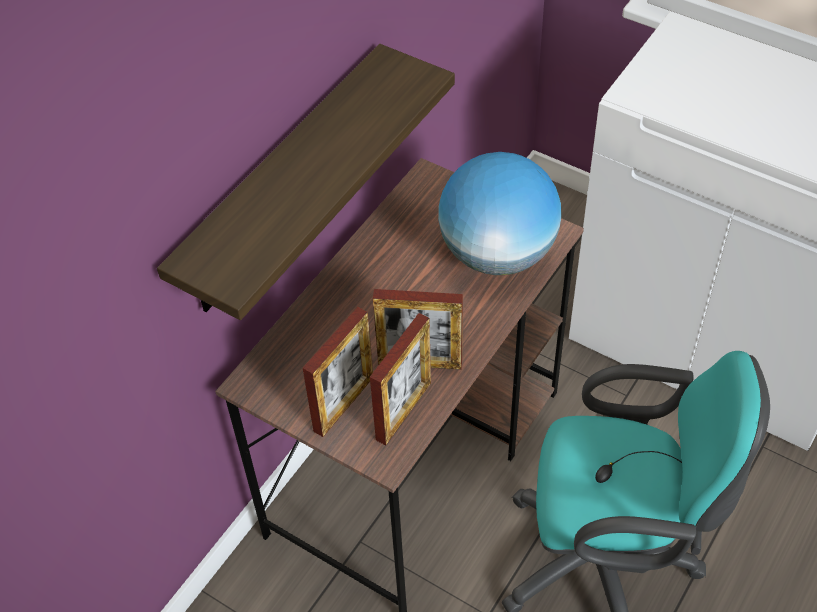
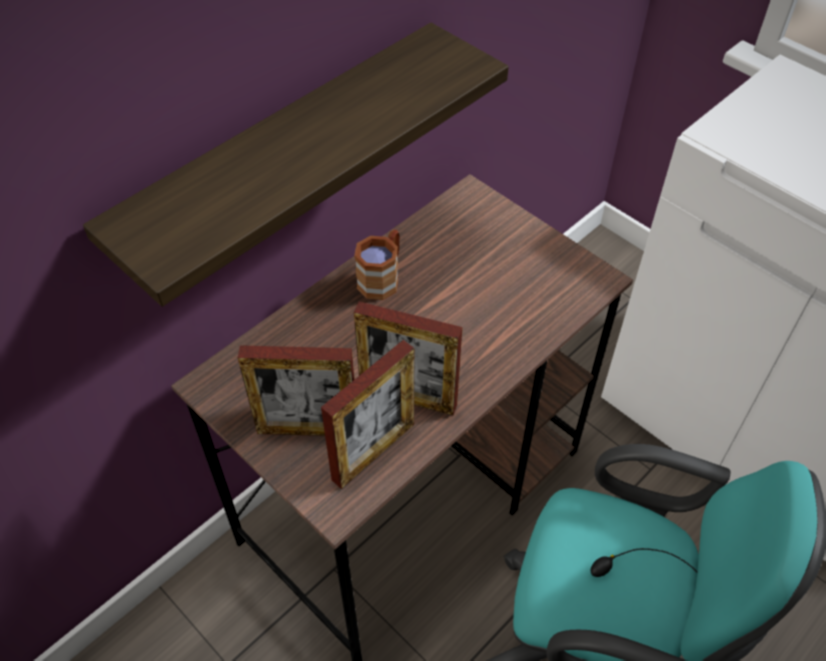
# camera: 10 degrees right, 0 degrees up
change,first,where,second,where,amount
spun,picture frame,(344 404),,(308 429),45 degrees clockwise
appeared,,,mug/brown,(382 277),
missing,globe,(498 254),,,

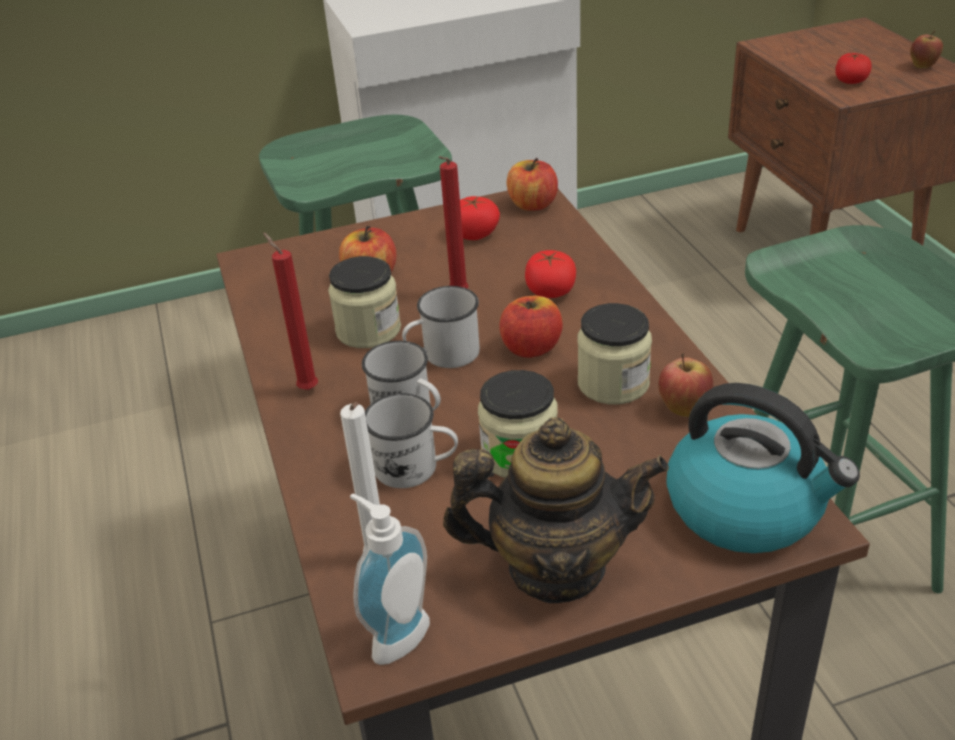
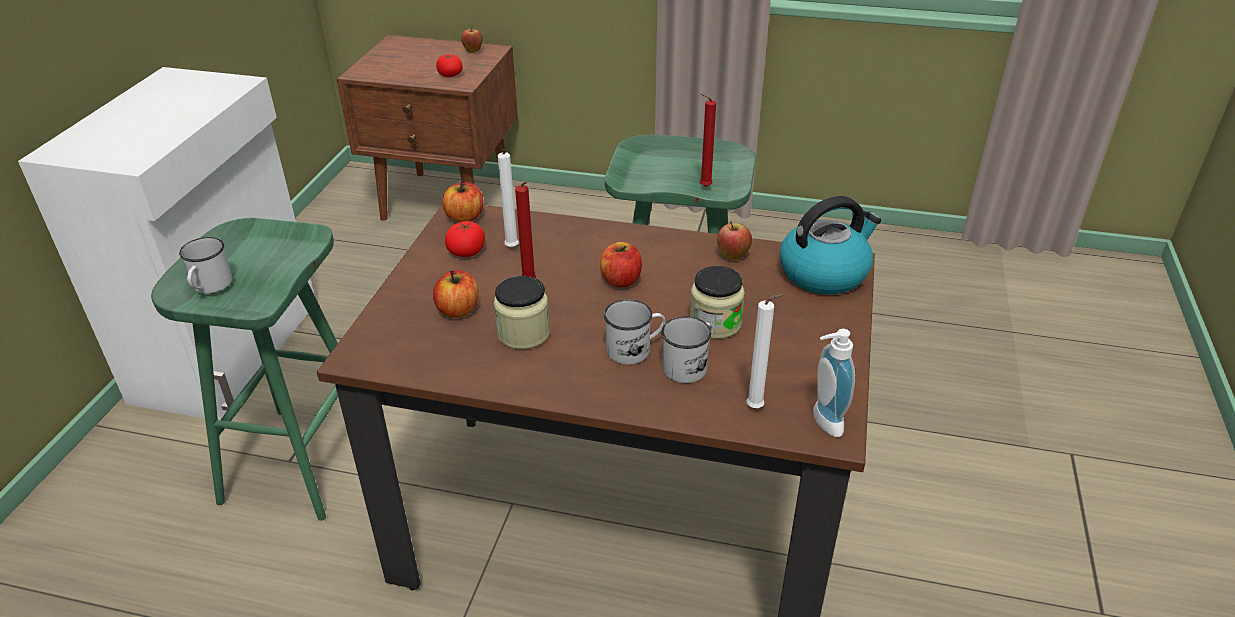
# camera: 60 degrees left, 0 degrees up
change,first,where,second,where,amount
relocated,mug/white,(443 355),,(209 287),
appeared,,,candle/white,(511 249),
relocated,candle/red,(306 388),,(703 187),
missing,teapot,(556 567),,,
missing,tomato,(550 291),,,
missing,jar,(613 383),,,

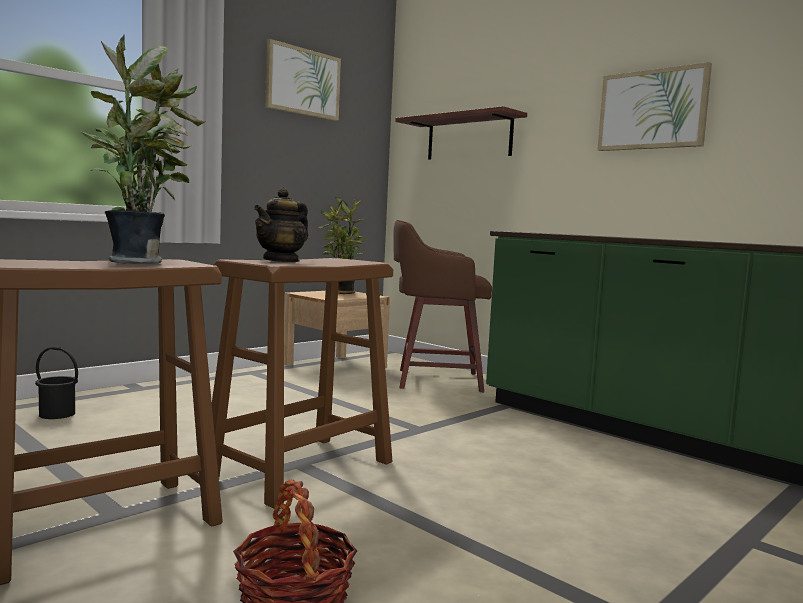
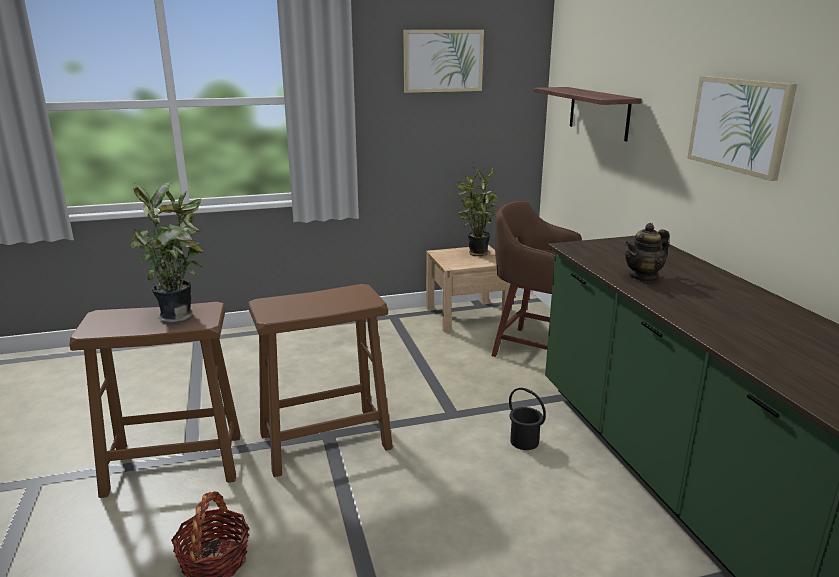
# camera: 30 degrees right, 15 degrees up
change,first,where,second,where,amount
relocated,bucket/black,(57 414),,(524 441),
relocated,teapot,(281 261),,(643 277),

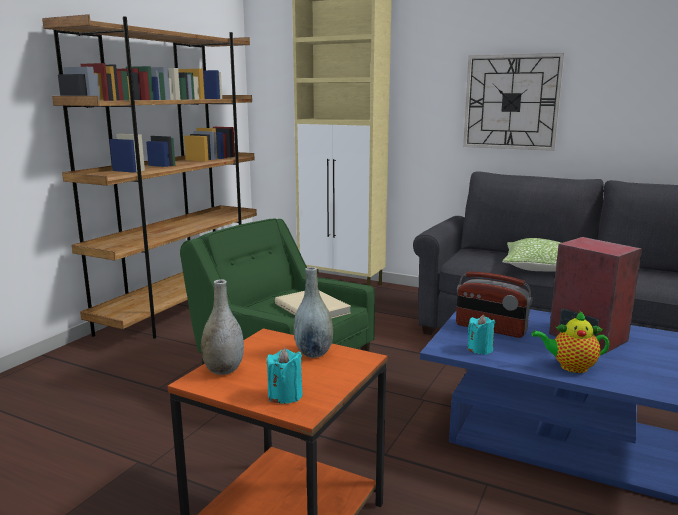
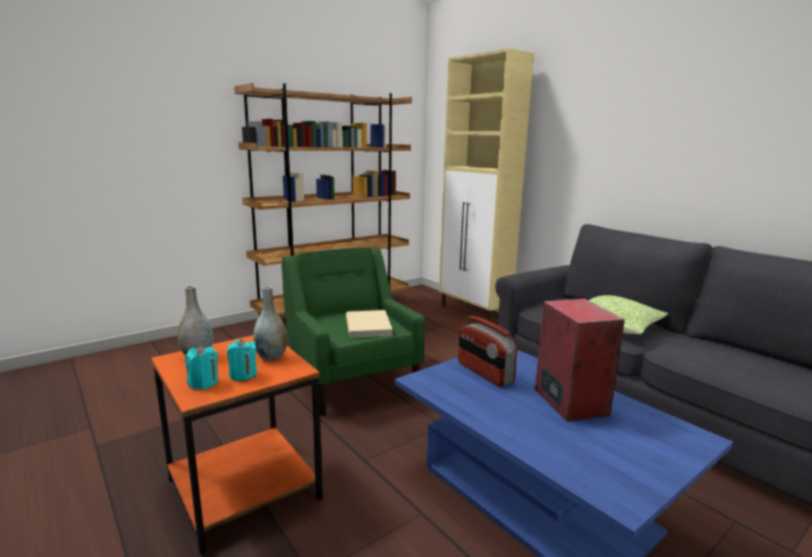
# camera: 25 degrees right, 0 degrees up
change,first,where,second,where,amount
relocated,candle/turquoise,(480 349),,(243 375),
missing,wall clock,(511 102),,,
missing,teapot,(570 367),,,

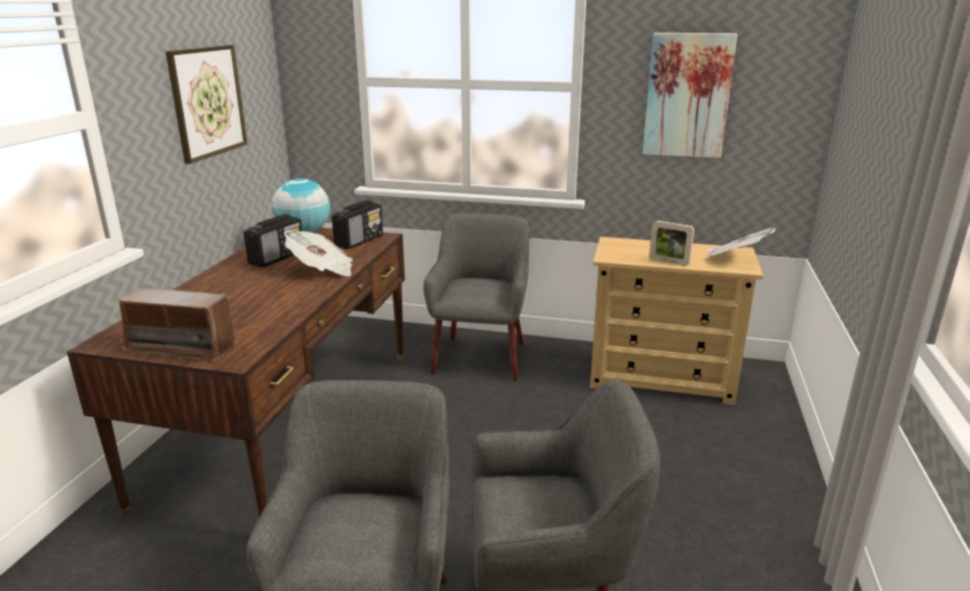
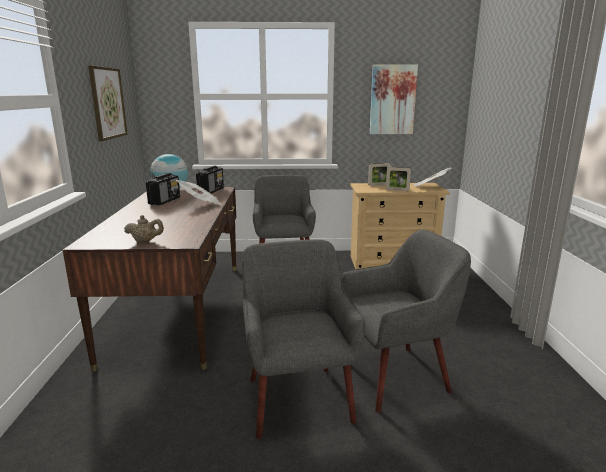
# camera: 15 degrees left, 5 degrees down
change,first,where,second,where,amount
exchanged,radio,(183 348),teapot/beige,(145 241),
appeared,,,picture frame,(378 185),

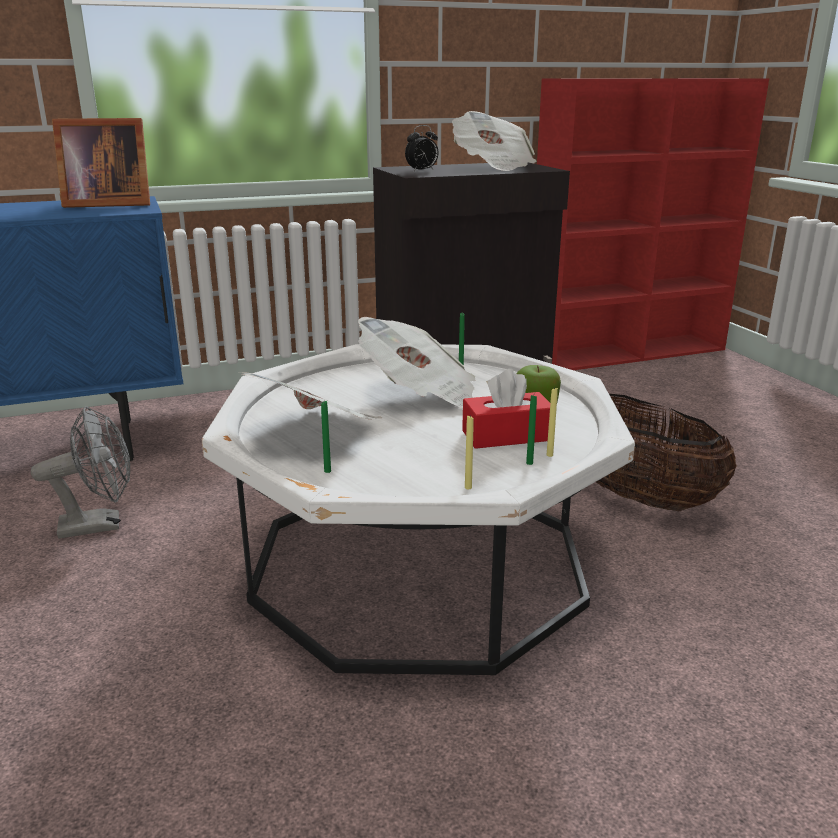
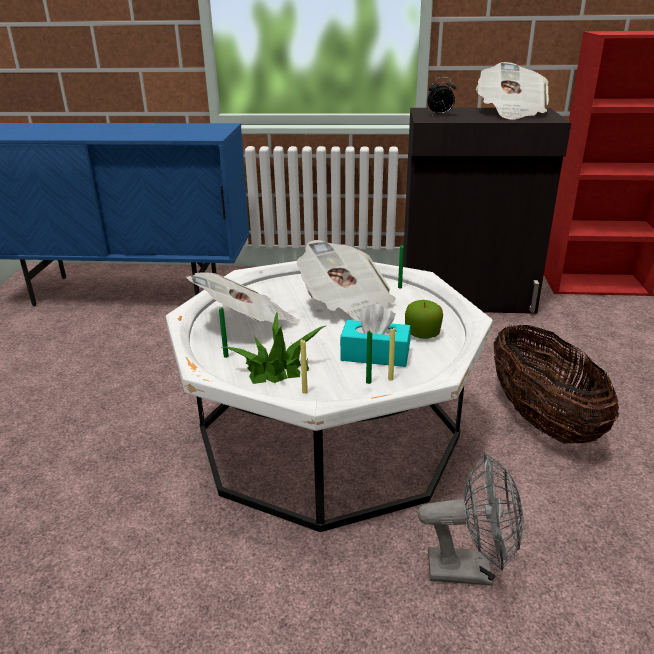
# camera: 25 degrees right, 5 degrees up
change,first,where,second,where,amount
appeared,,,potted plant,(276 368),
colour,tissue box/red,(507 435),tissue box/turquoise,(375 355),
relocated,fan/grey,(100 524),,(470 569),
missing,picture frame,(106 204),,,

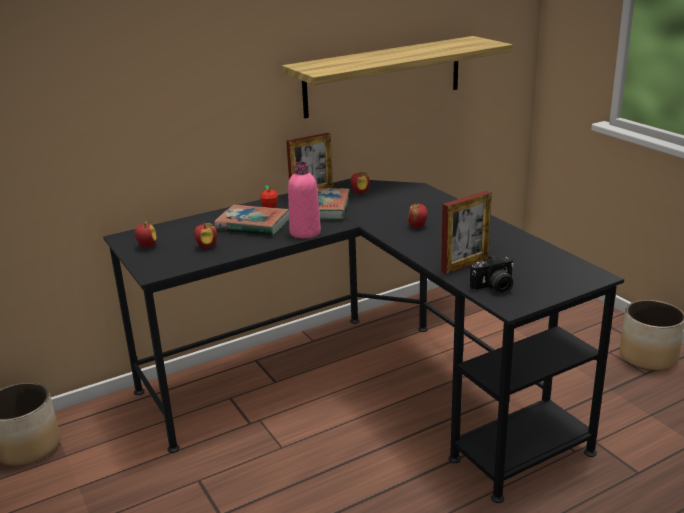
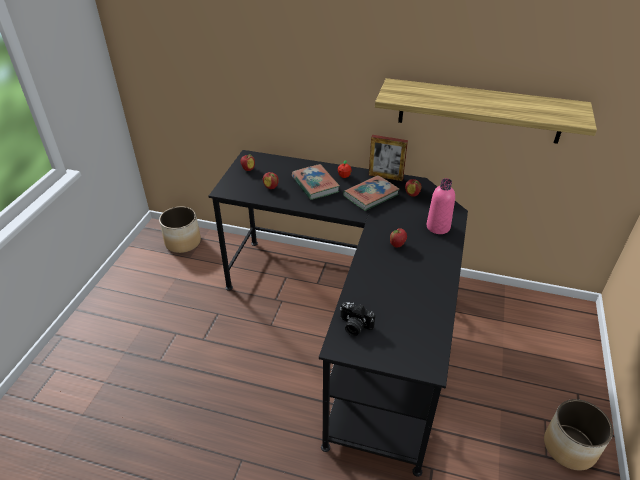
# camera: 45 degrees right, 15 degrees up
change,first,where,second,where,amount
relocated,bottle/pink,(305 232),,(438 227),
missing,picture frame,(465 264),,,

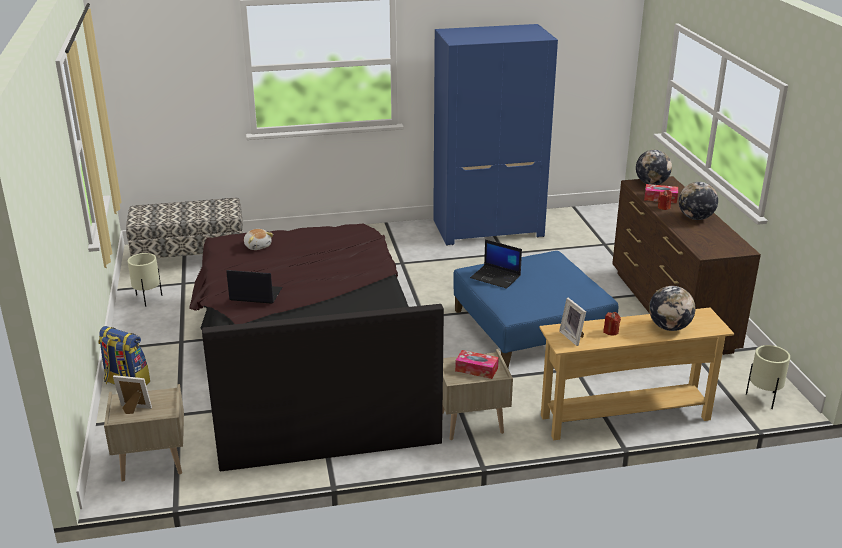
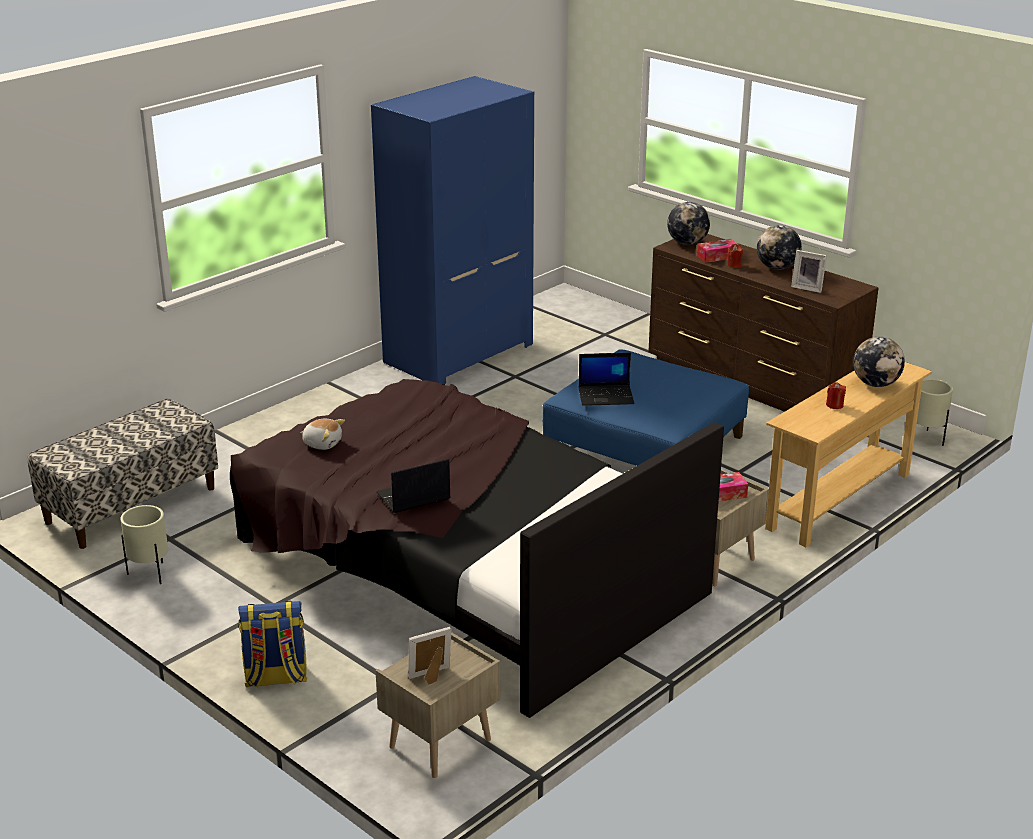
# camera: 35 degrees left, 0 degrees up
change,first,where,second,where,amount
relocated,picture frame,(573 337),,(808 287),

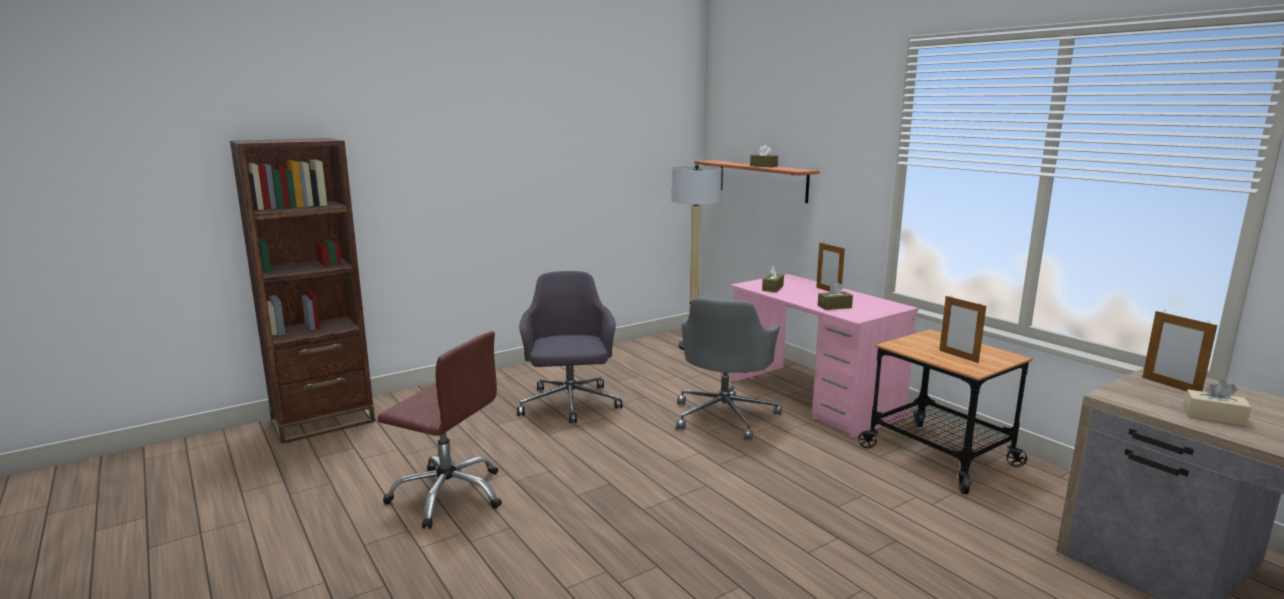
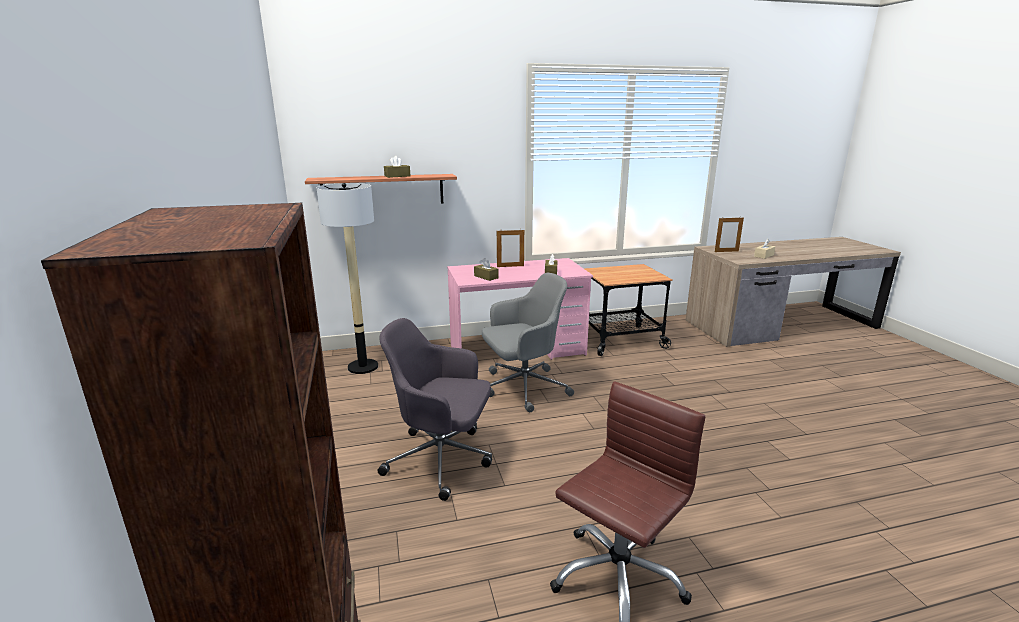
# camera: 70 degrees left, 5 degrees up
change,first,where,second,where,amount
spun,office chair/grey,(725 415),,(523 388),60 degrees counterclockwise
missing,picture frame,(958 356),,,

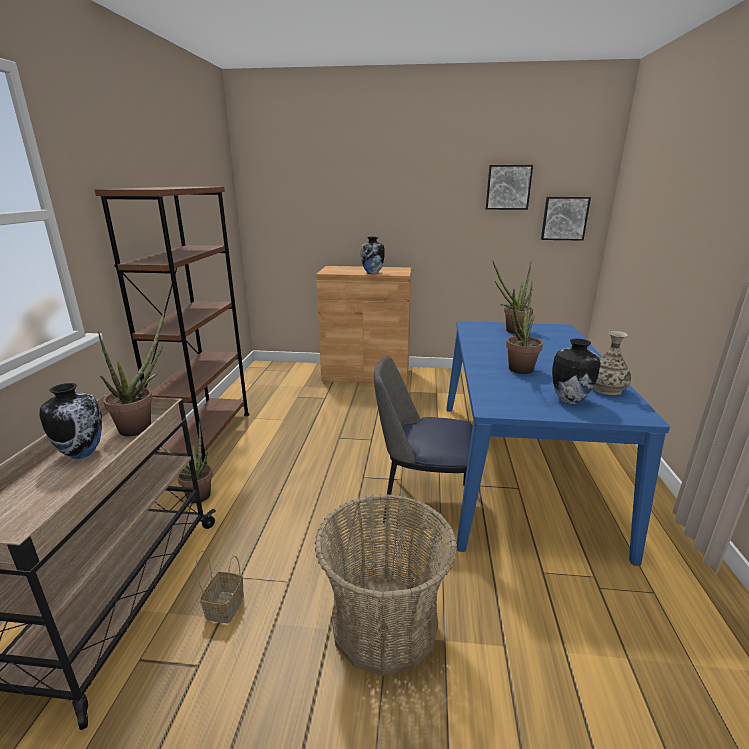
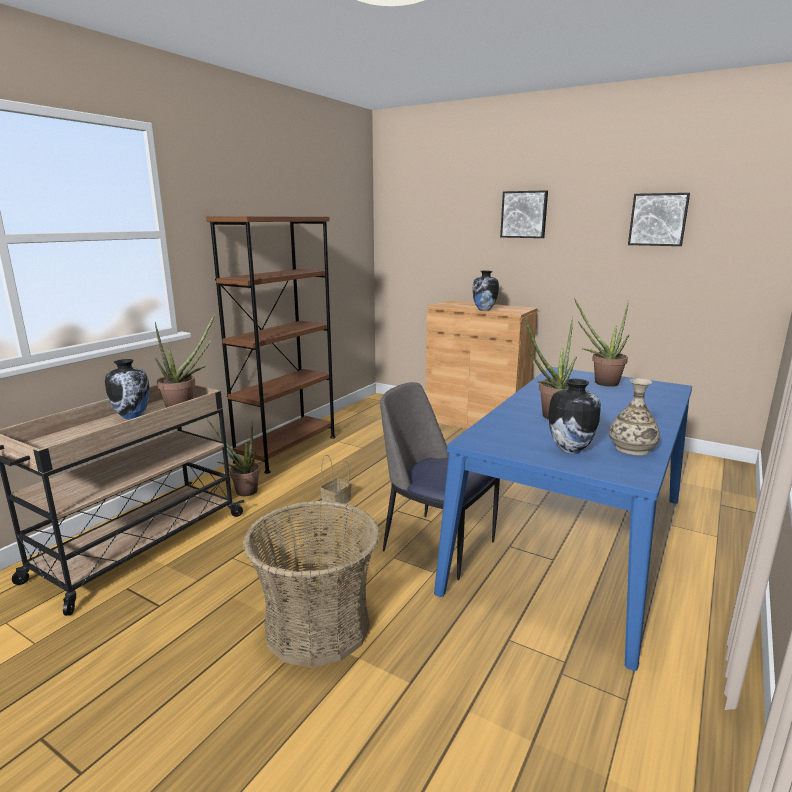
# camera: 25 degrees right, 5 degrees down
change,first,where,second,where,amount
relocated,basket,(225 605),,(336 501),
relocated,picture,(564 218),,(524 214),

